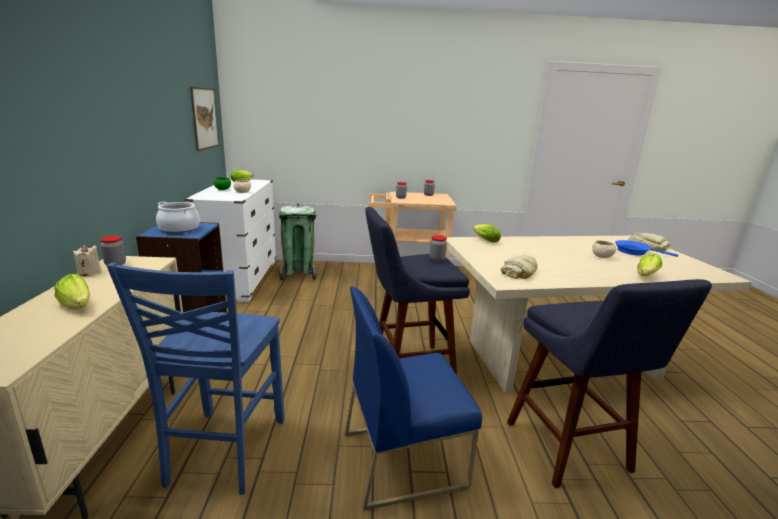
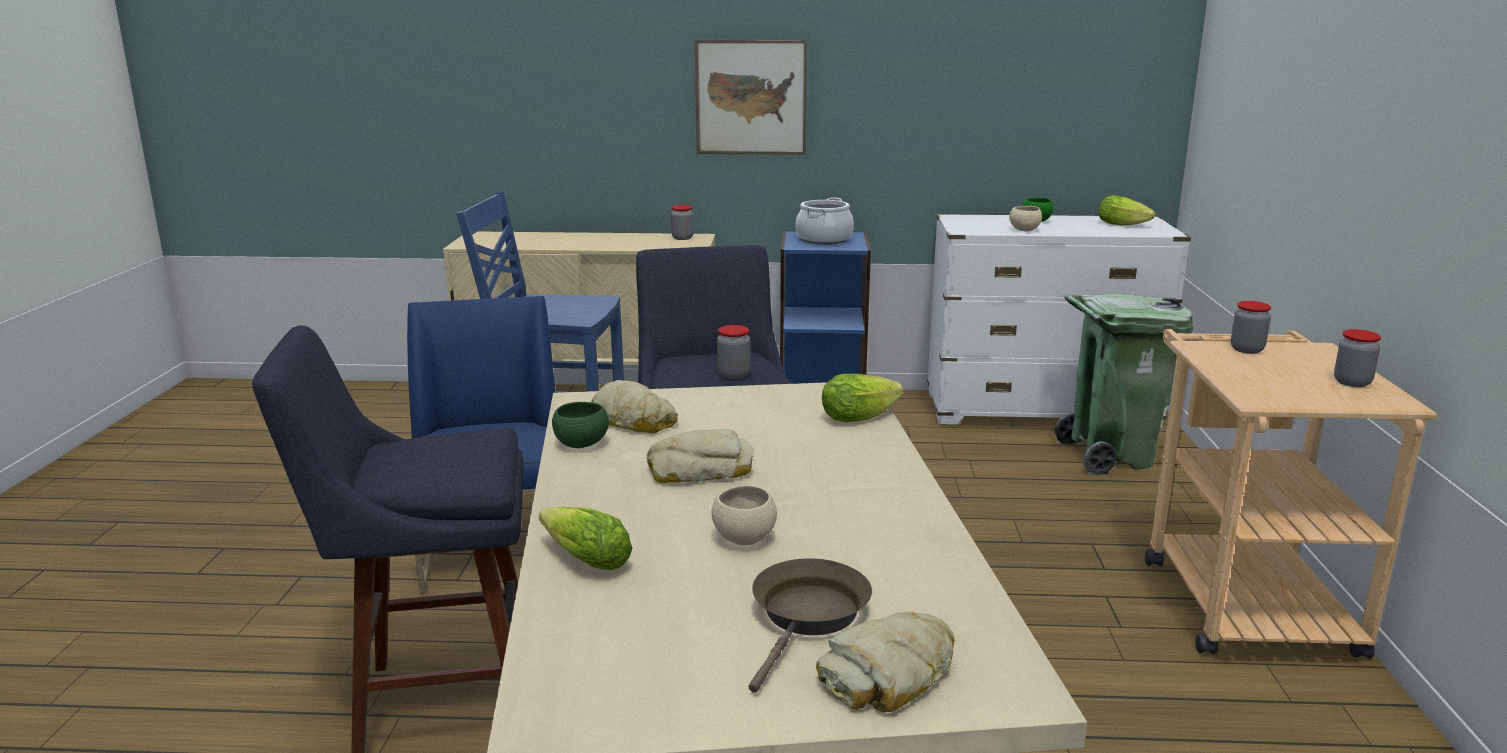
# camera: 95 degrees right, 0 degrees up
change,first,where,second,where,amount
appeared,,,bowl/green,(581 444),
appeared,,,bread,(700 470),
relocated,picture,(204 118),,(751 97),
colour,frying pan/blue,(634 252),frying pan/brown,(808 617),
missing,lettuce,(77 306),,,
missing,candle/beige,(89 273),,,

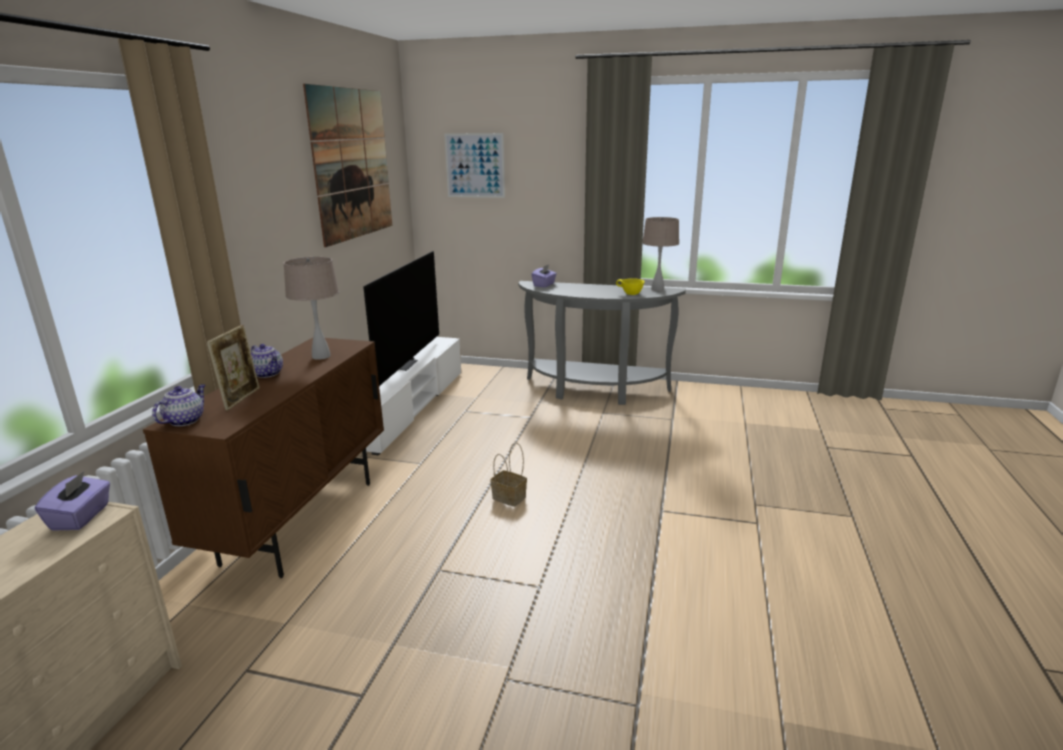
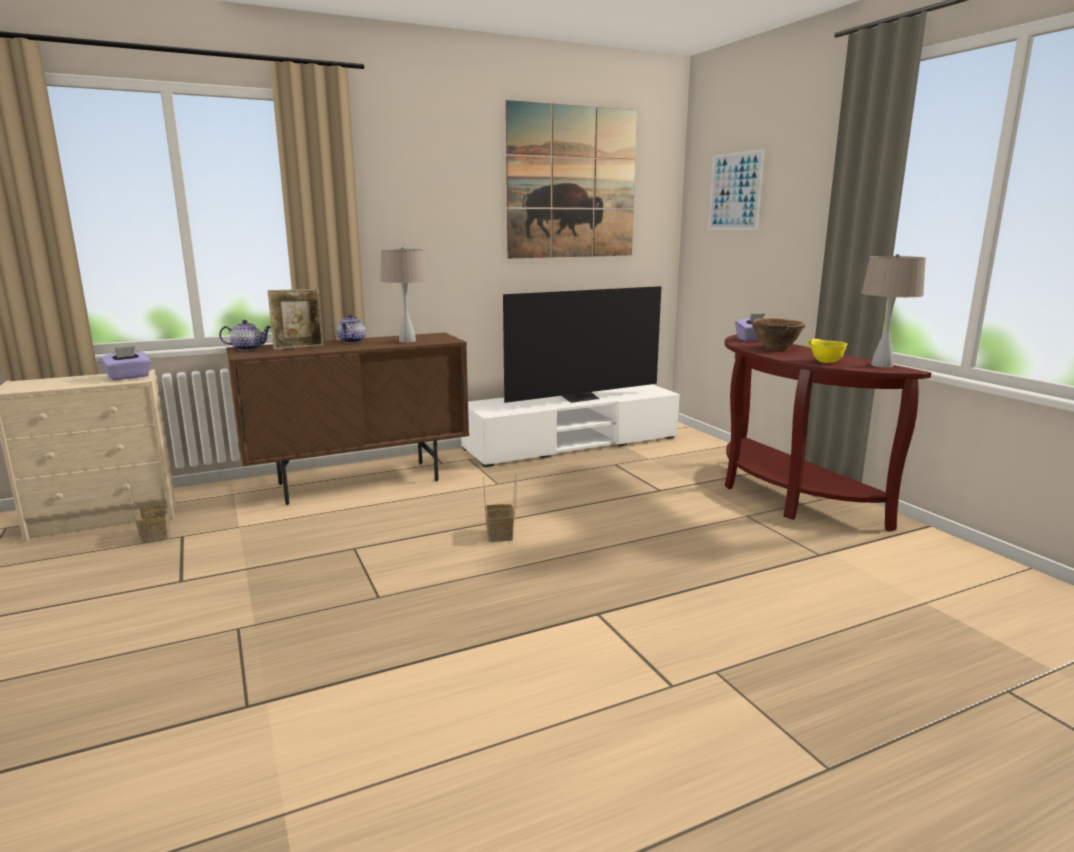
# camera: 50 degrees right, 5 degrees down
change,first,where,second,where,amount
appeared,,,basket,(155 535),
colour,console table/grey,(594 391),console table/brown,(784 495),
appeared,,,bowl/brown,(775 348),

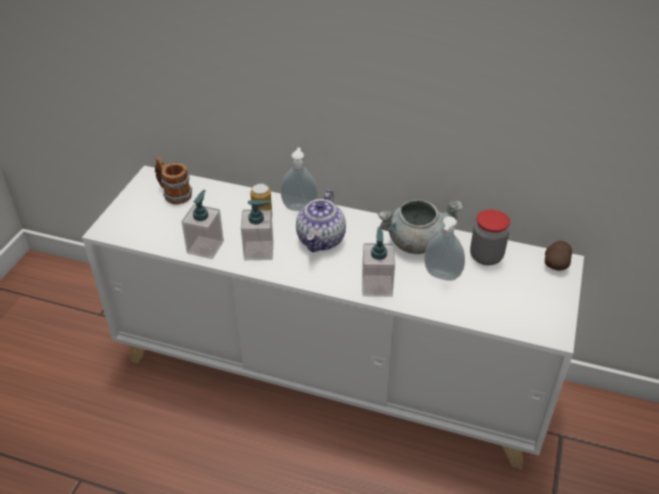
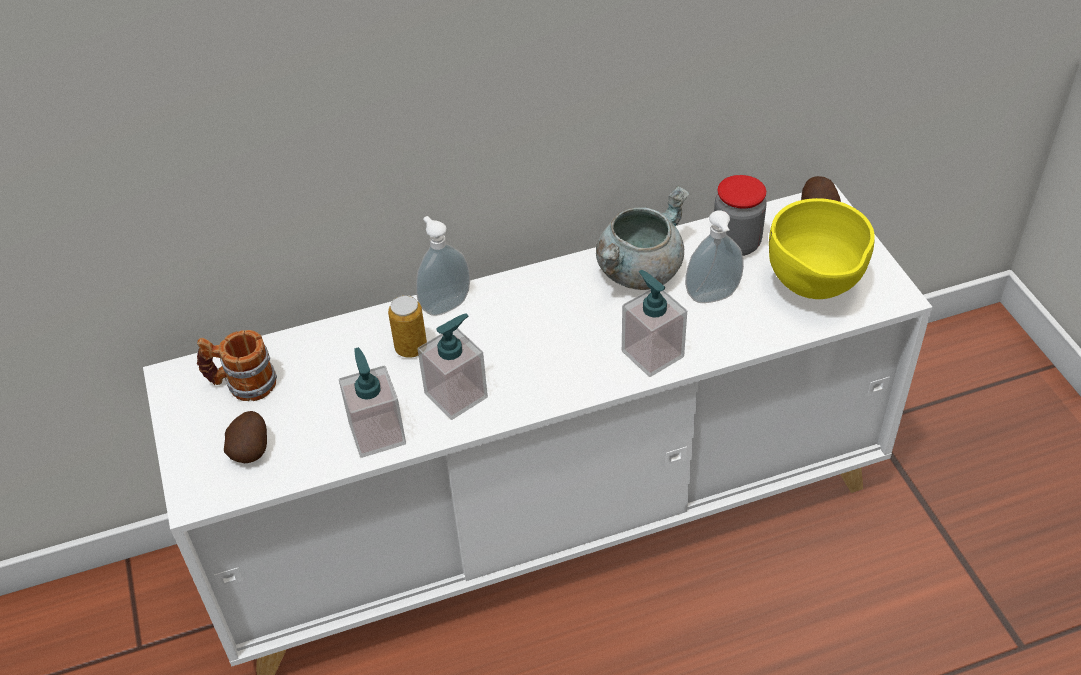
# camera: 35 degrees left, 5 degrees up
change,first,where,second,where,amount
appeared,,,potato,(251 448),
appeared,,,bowl/yellow,(814 290),
missing,teapot,(321 240),,,

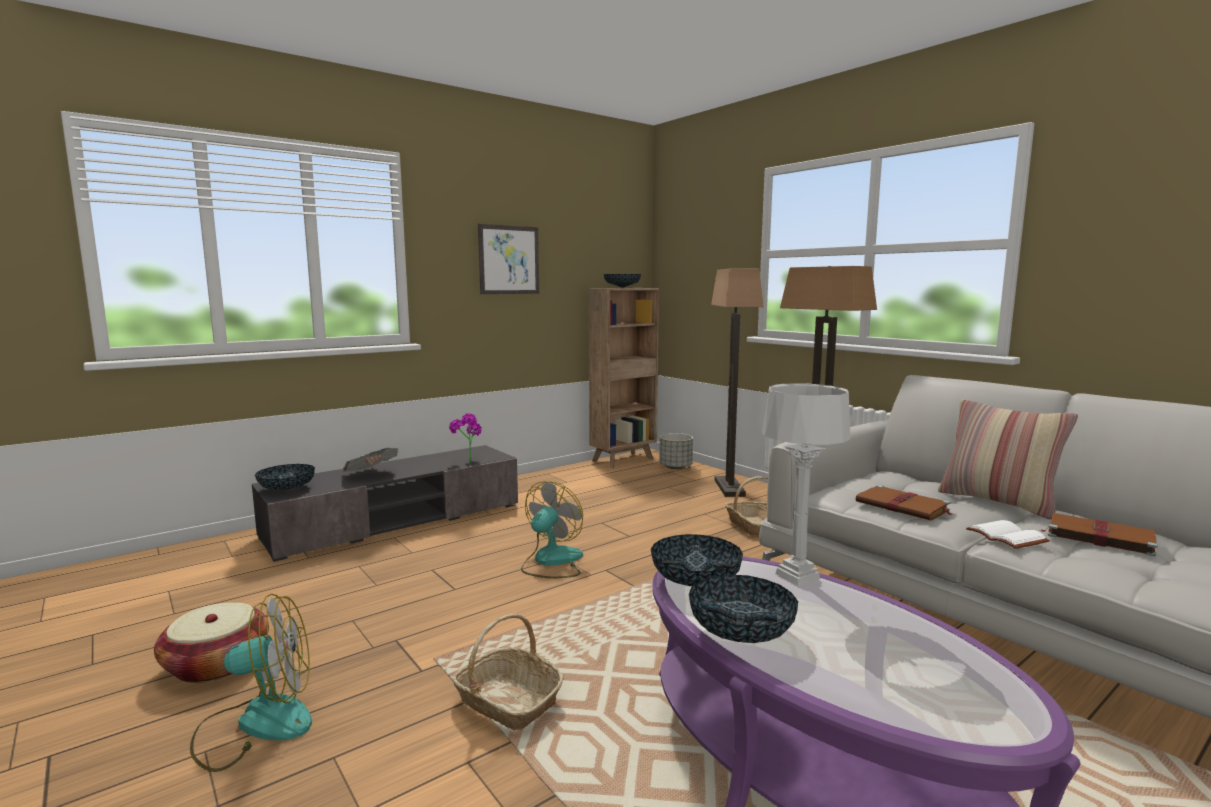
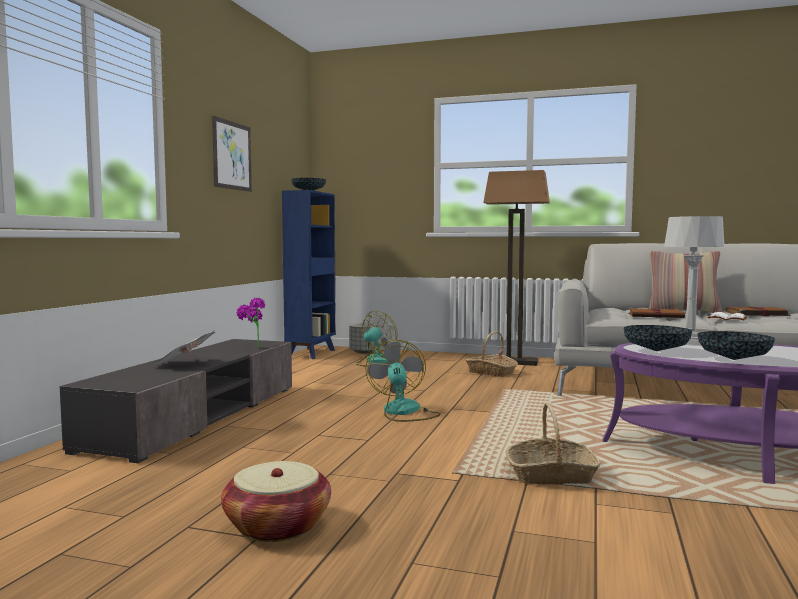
# camera: 35 degrees left, 5 degrees down
change,first,where,second,where,amount
colour,bookcase/brown,(624 460),bookcase/blue,(311 353),
relocated,fan,(256 724),,(376 362),
missing,bowl,(287 489),,,
missing,floor lamp,(729 488),,,

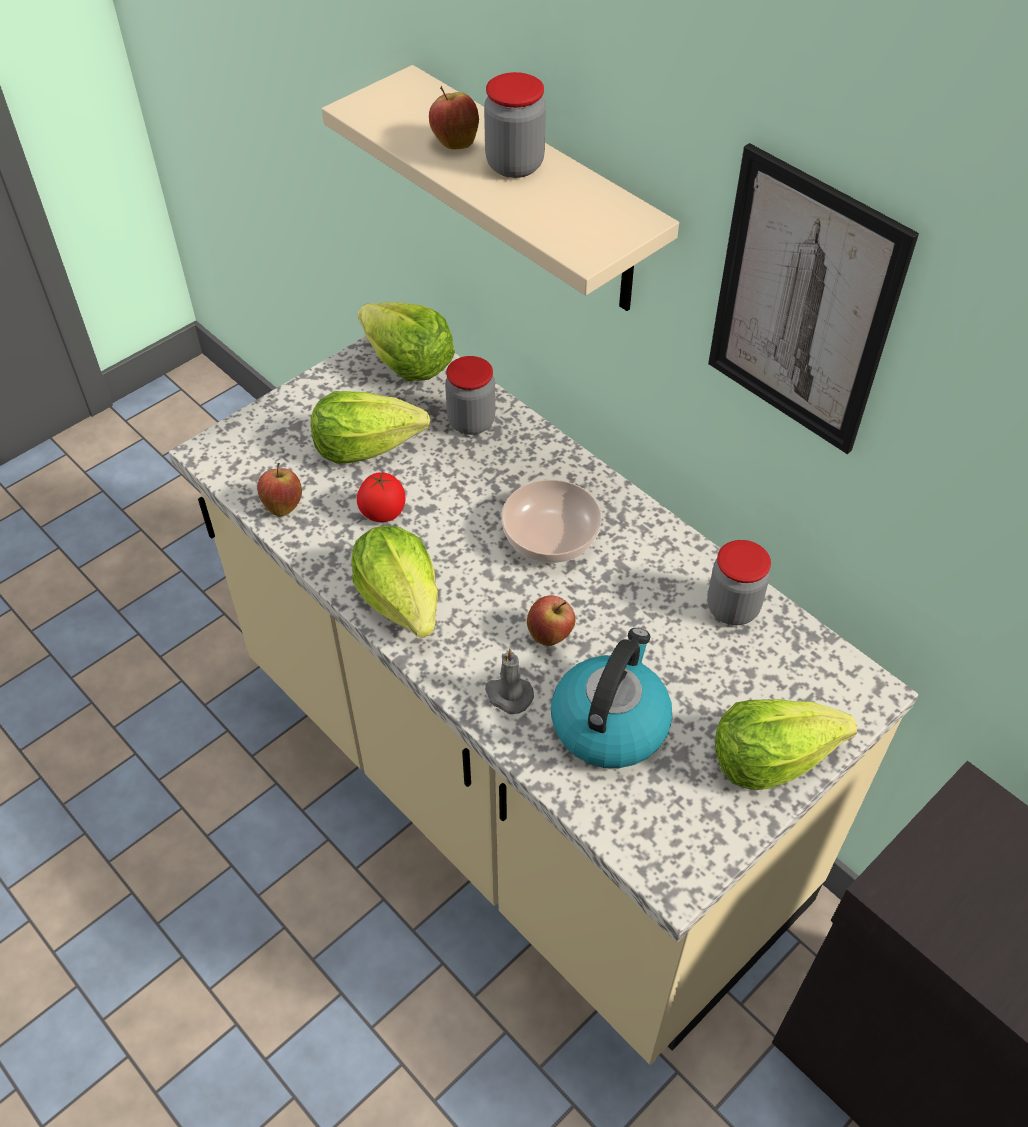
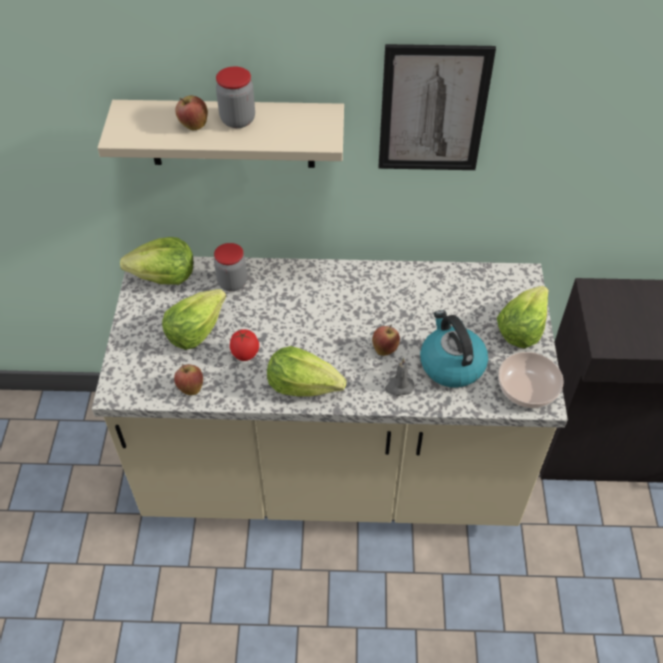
# camera: 45 degrees left, 0 degrees up
change,first,where,second,where,amount
relocated,bowl,(552 535),,(527 388),
missing,jar,(732 608),,,

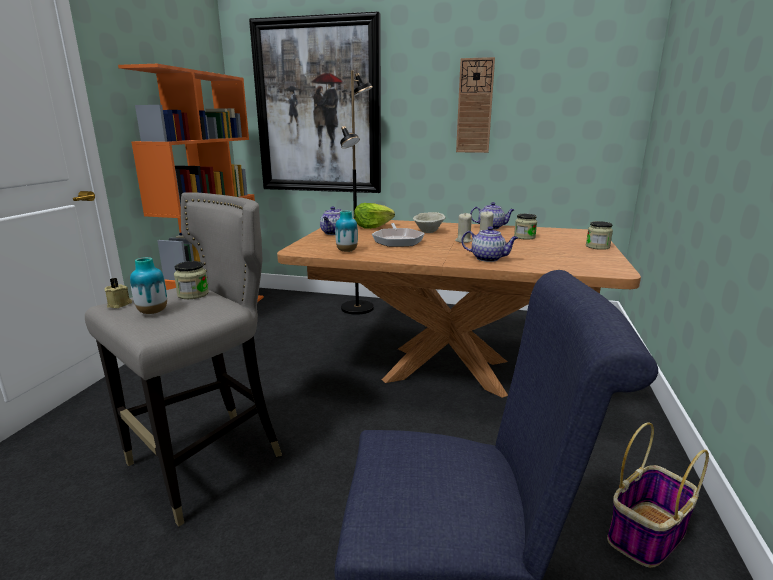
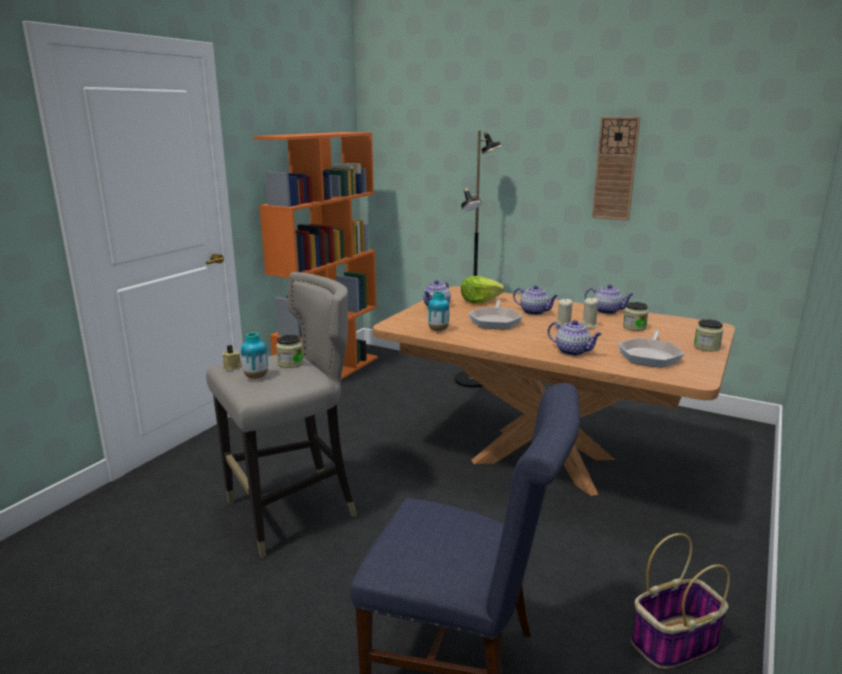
# camera: 15 degrees right, 0 degrees up
change,first,where,second,where,amount
exchanged,bowl/beige,(429 232),teapot,(534 312),
appeared,,,frying pan,(650 355),
missing,picture,(318 108),,,

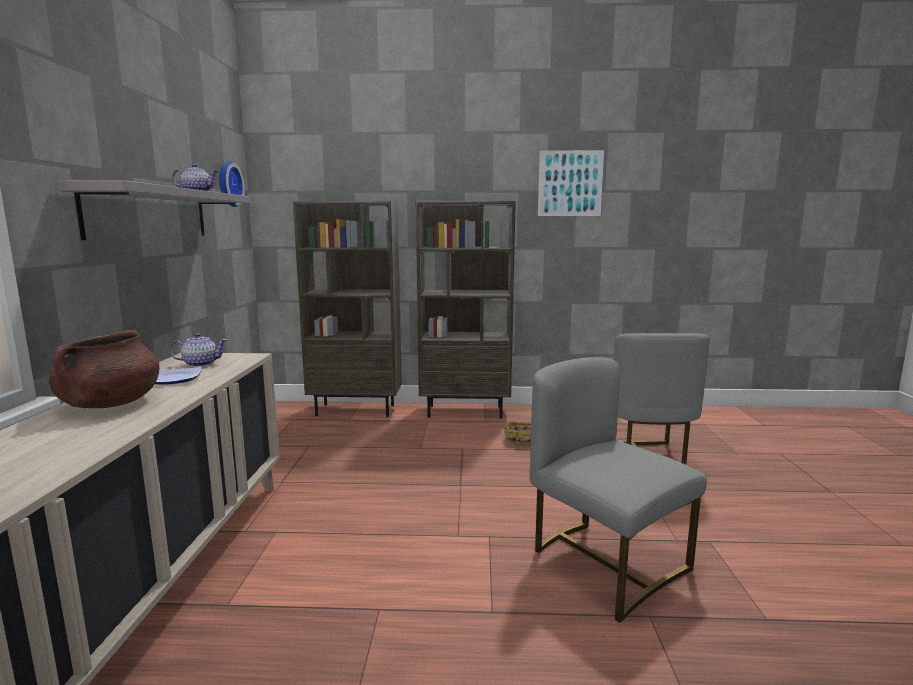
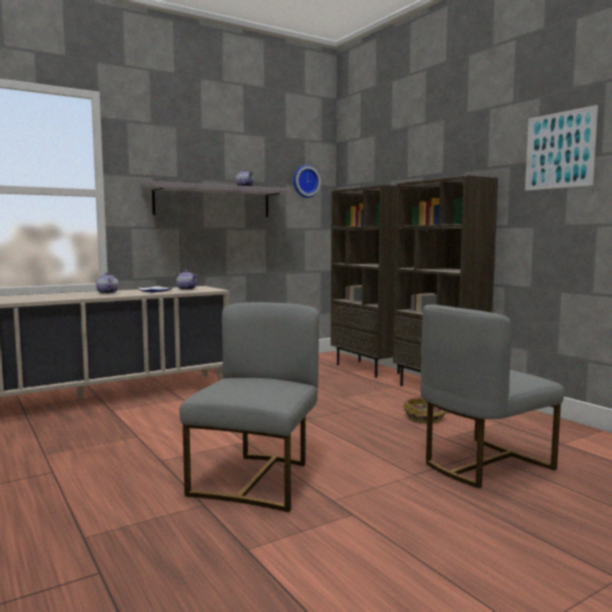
# camera: 55 degrees right, 5 degrees down
change,first,where,second,where,amount
exchanged,cooking pot/brown,(110 404),teapot,(107 293),

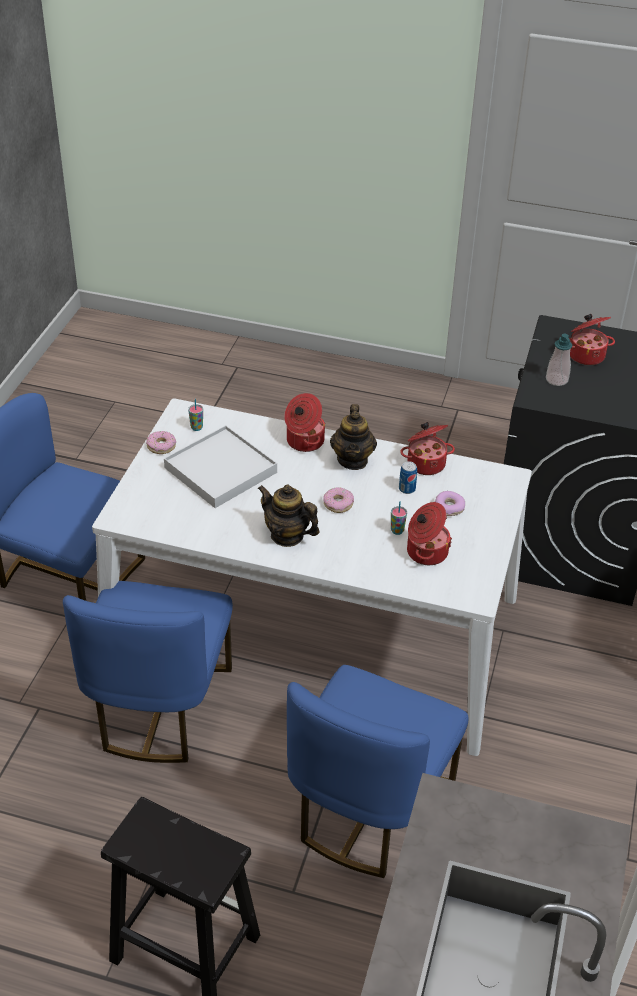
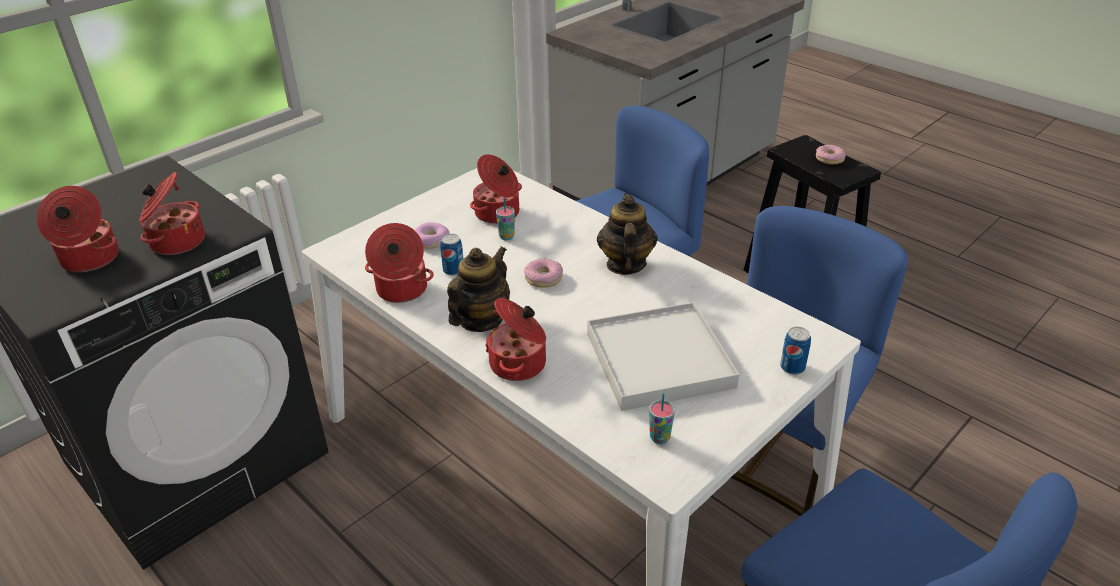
# camera: 150 degrees left, 5 degrees down
change,first,where,second,where,amount
exchanged,soap dispenser,(556 380),cooking pot,(176 241),
spun,teapot,(287 535),,(625 264),150 degrees counterclockwise
appeared,,,can,(792 367),
relocated,donut,(161 446),,(829 159),

